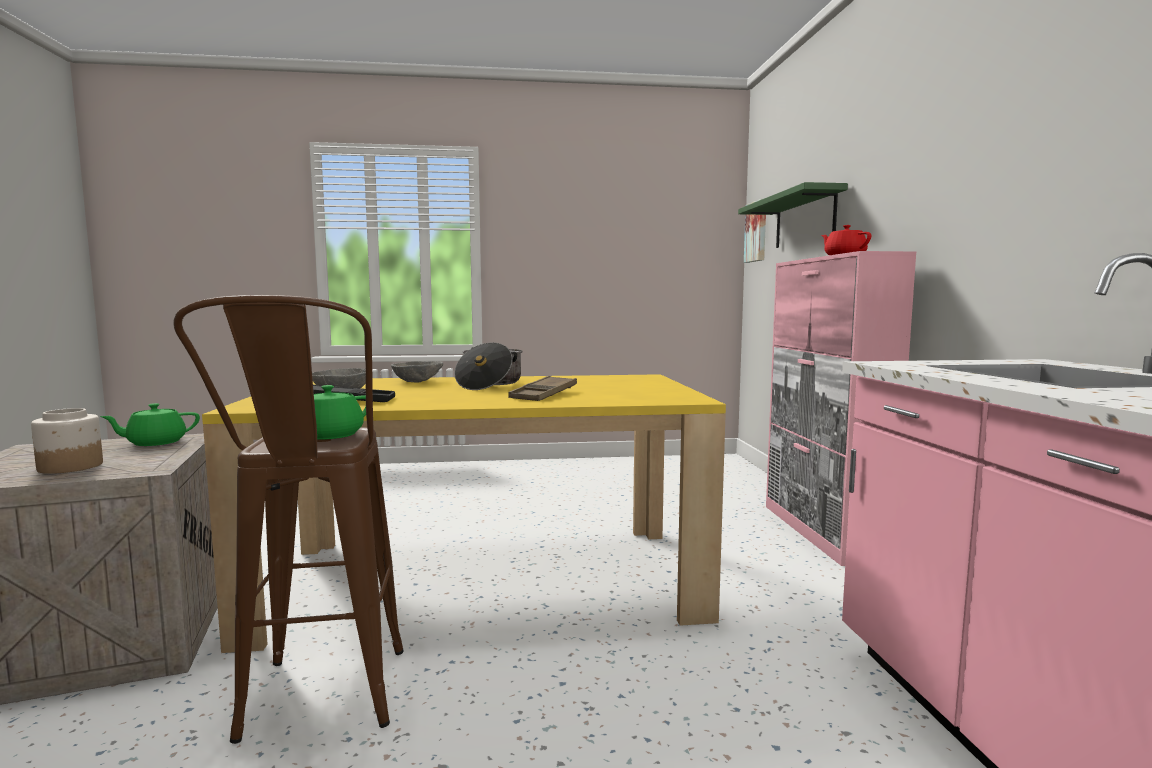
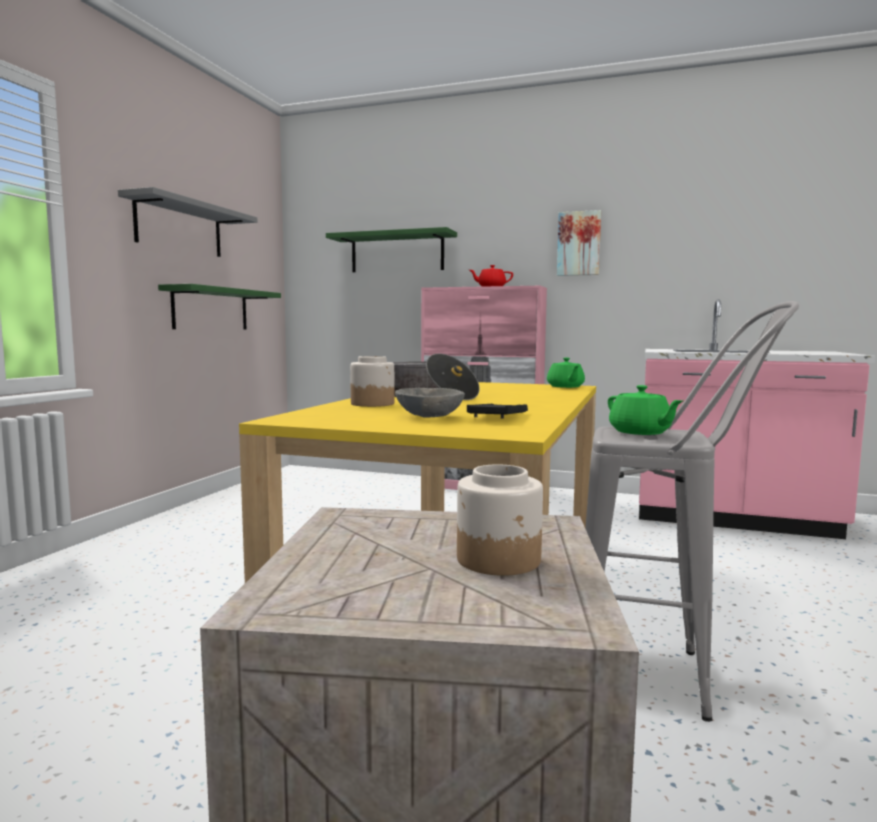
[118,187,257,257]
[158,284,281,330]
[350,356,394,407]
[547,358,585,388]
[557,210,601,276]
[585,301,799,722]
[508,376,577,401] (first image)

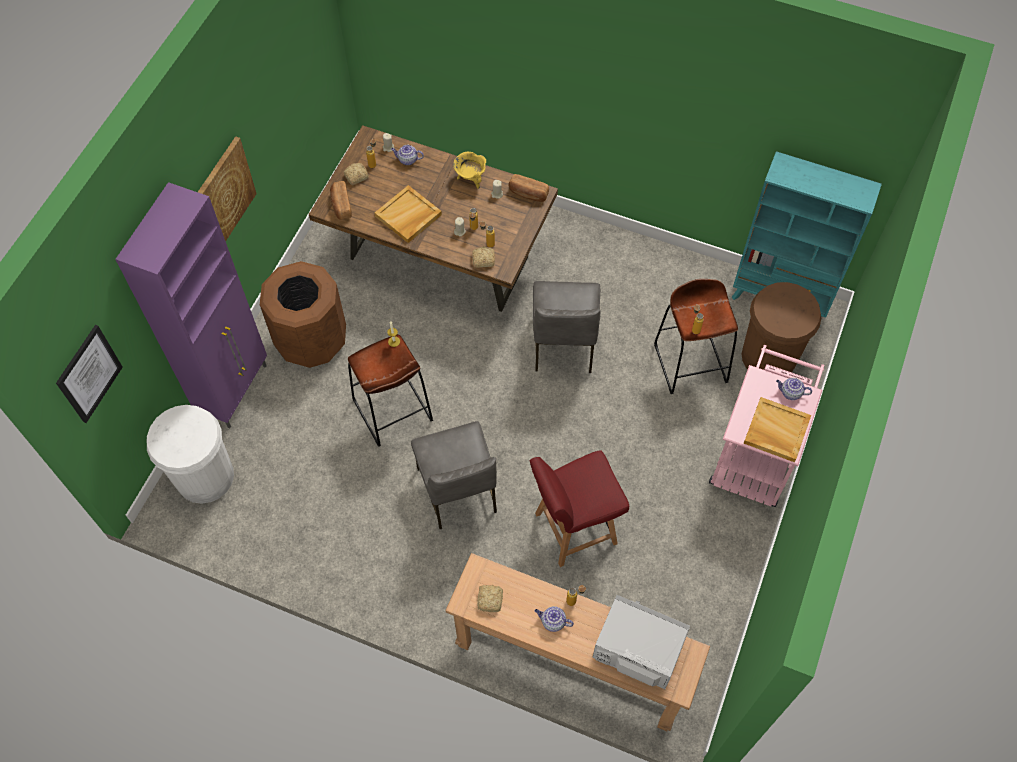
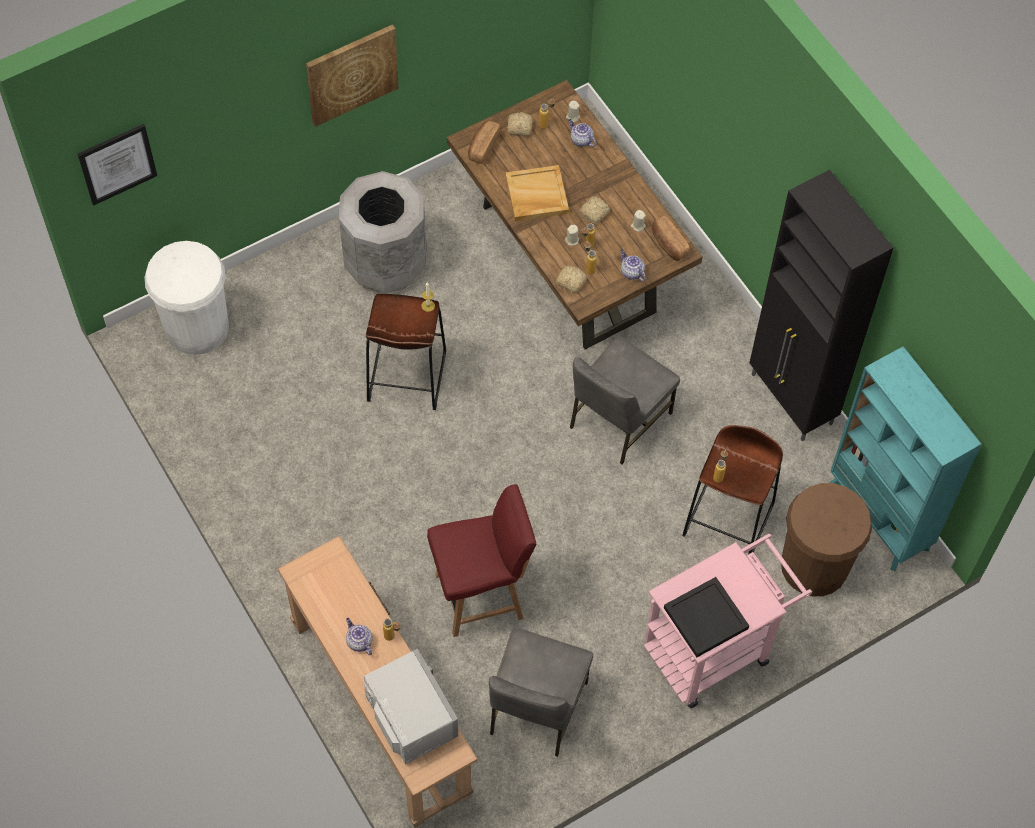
[339,171,426,294]
[427,484,537,637]
[489,627,593,757]
[579,196,610,224]
[620,250,646,282]
[664,577,749,657]
[749,170,894,441]
[115,182,267,428] (first image)
[453,152,486,189] (first image)

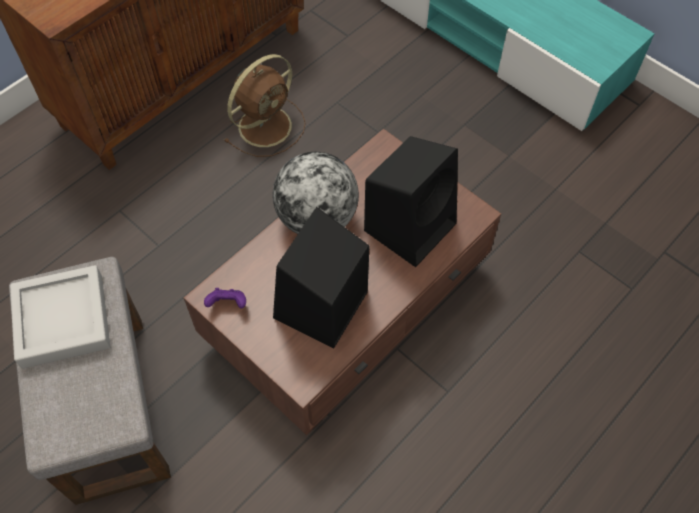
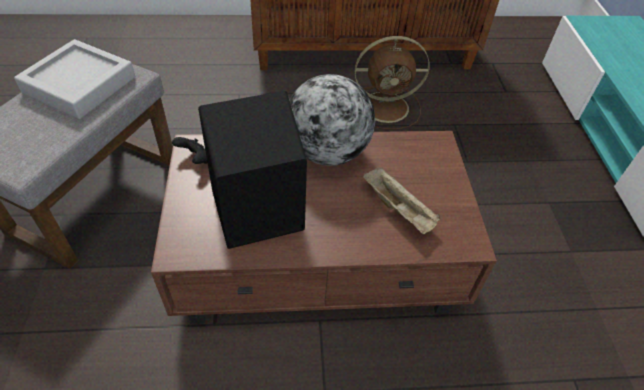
[172,137,207,164]
[363,167,440,234]

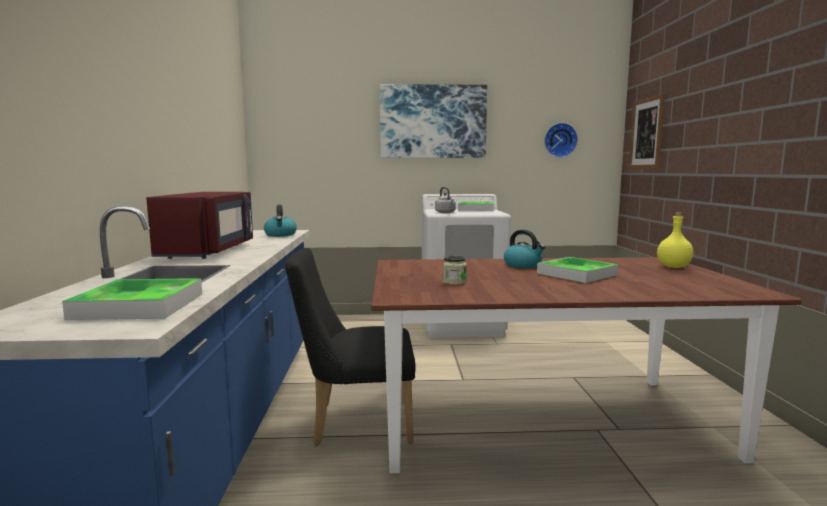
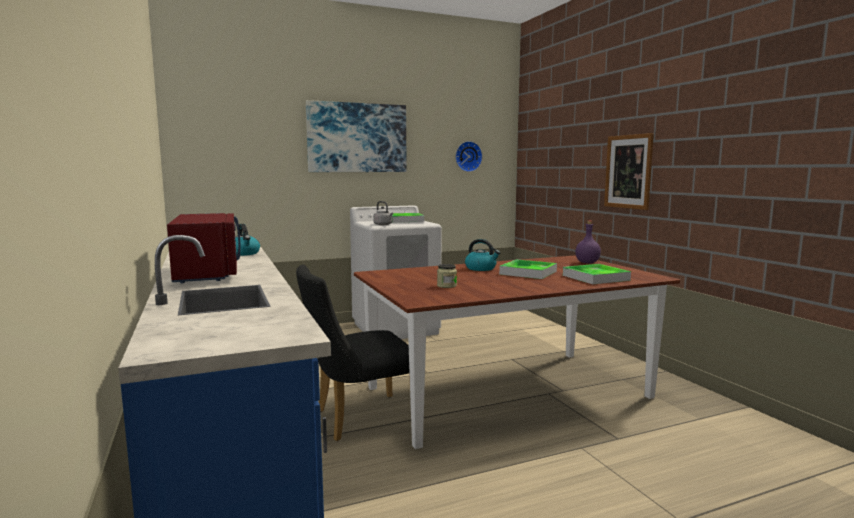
[563,264,631,284]
[575,221,601,263]
[604,133,654,210]

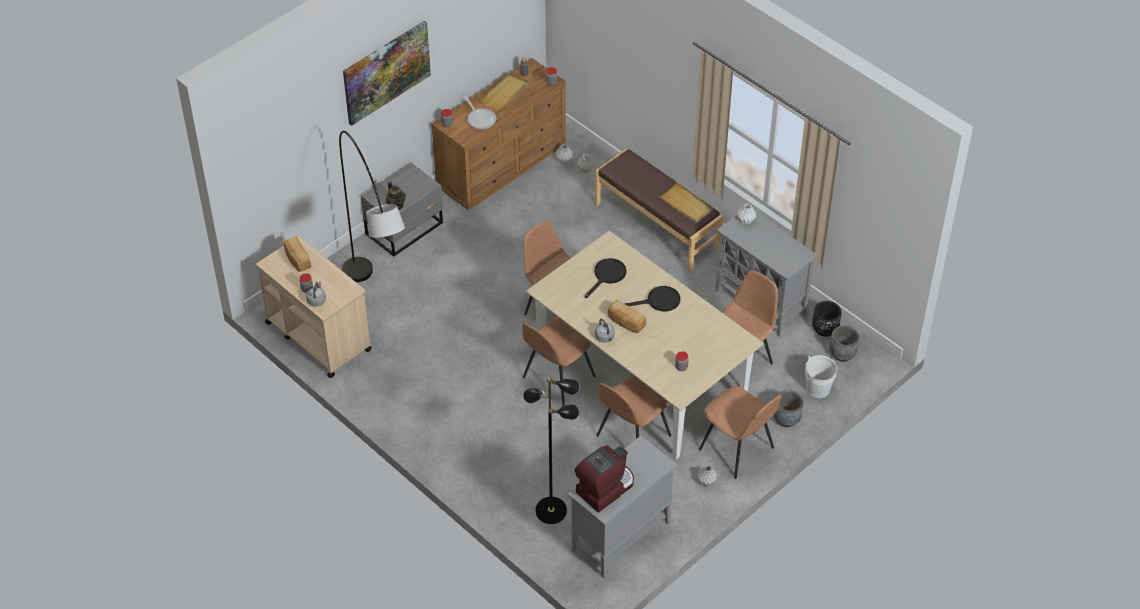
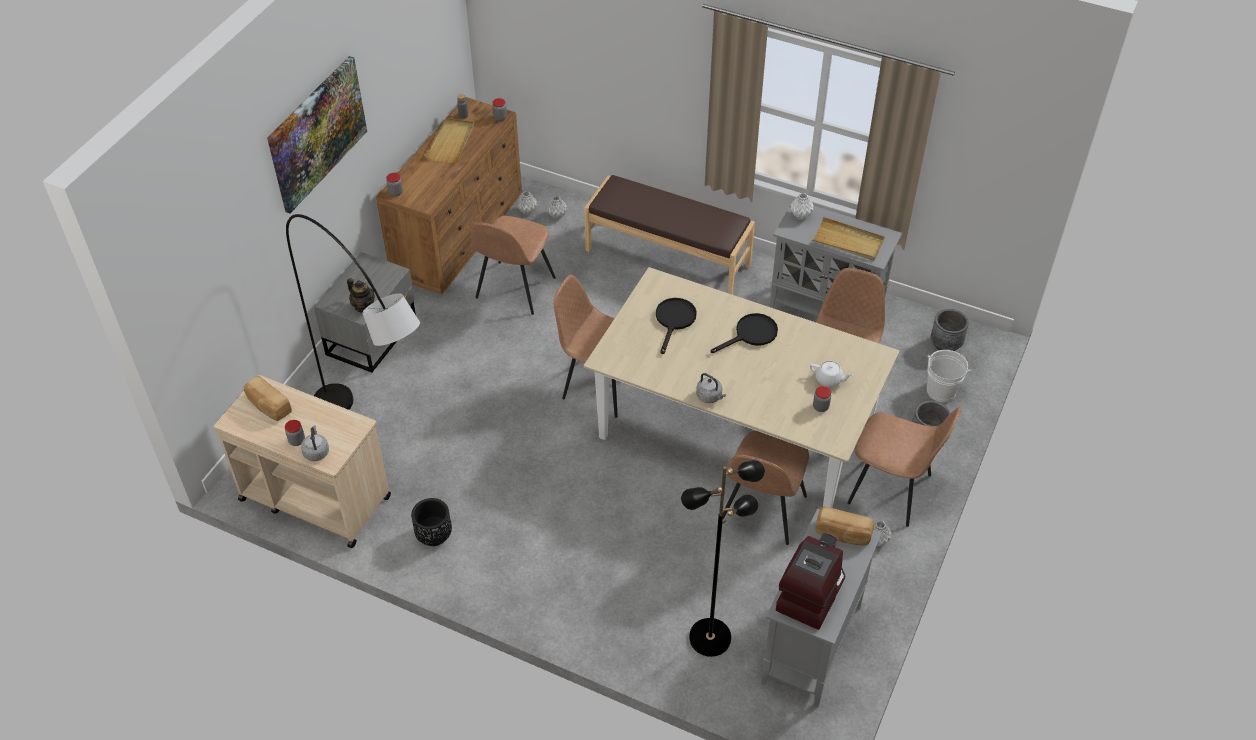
[411,498,452,546]
[471,216,556,315]
[810,361,854,387]
[812,217,885,261]
[815,506,874,546]
[464,96,496,129] (first image)

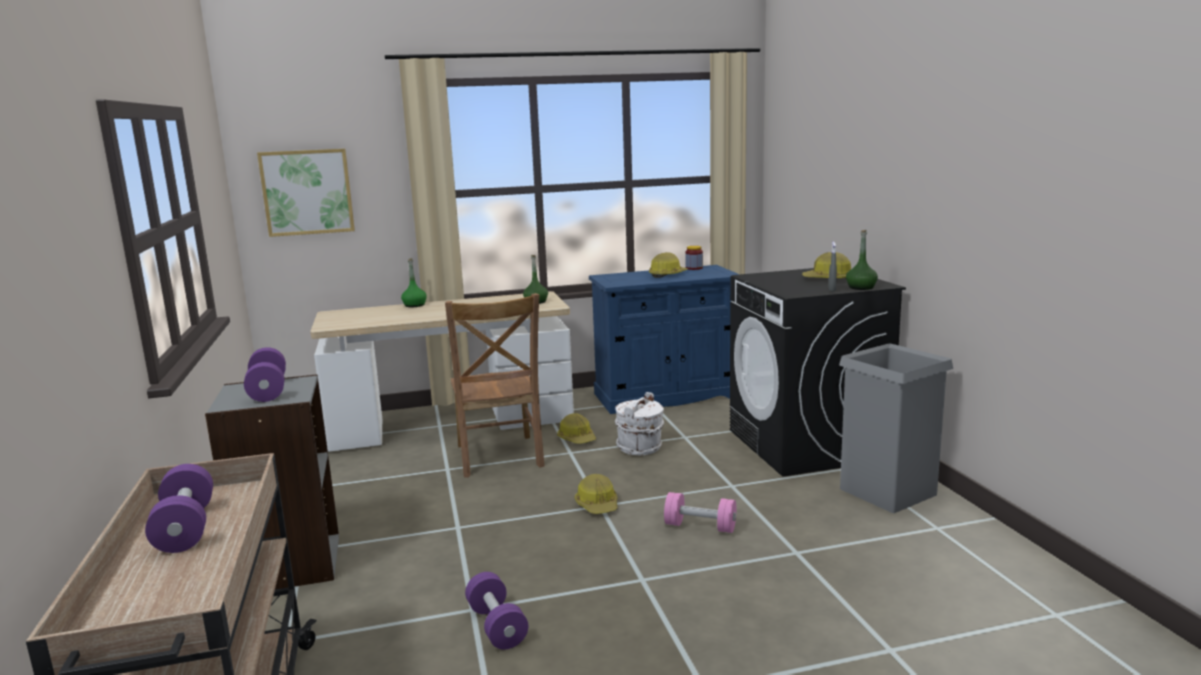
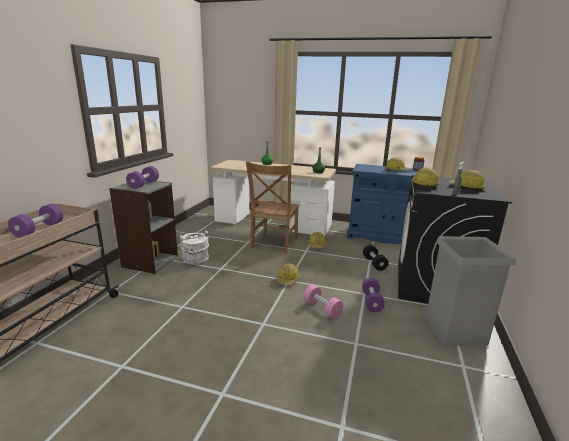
[180,231,209,265]
[362,278,385,312]
[363,245,389,271]
[413,167,440,188]
[257,149,355,237] (first image)
[846,230,878,290] (first image)

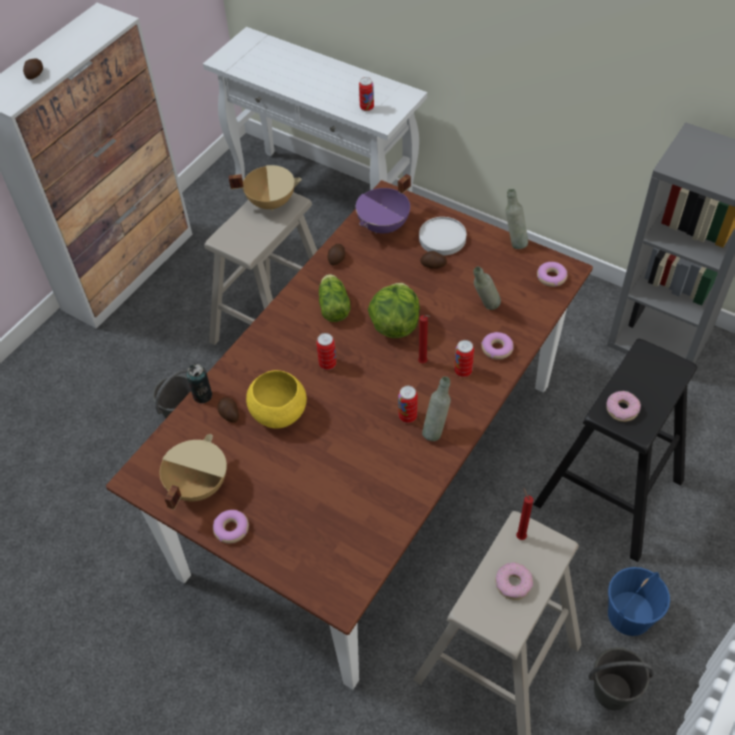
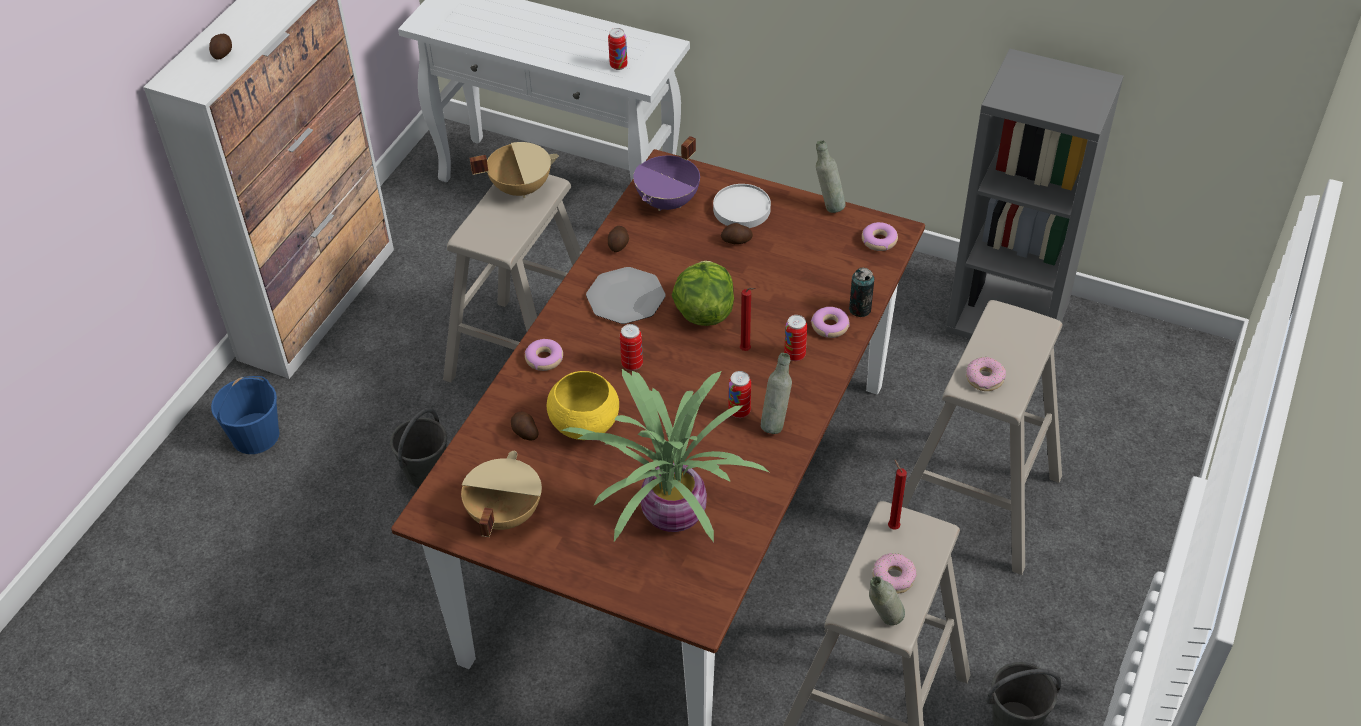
[211,376,279,454]
[525,339,563,371]
[561,369,769,542]
[586,267,666,324]
[849,268,874,317]
[869,576,905,625]
[902,300,1062,575]

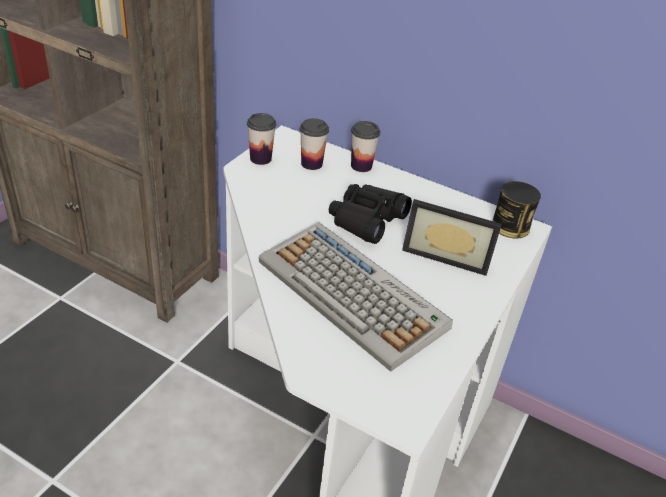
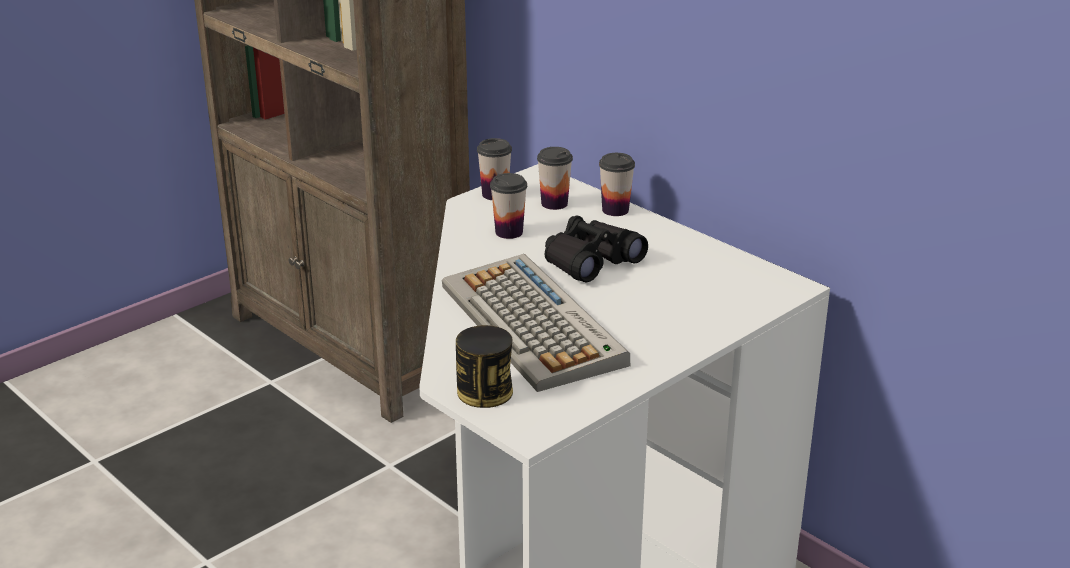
[456,325,513,408]
[490,173,527,239]
[402,199,502,276] (first image)

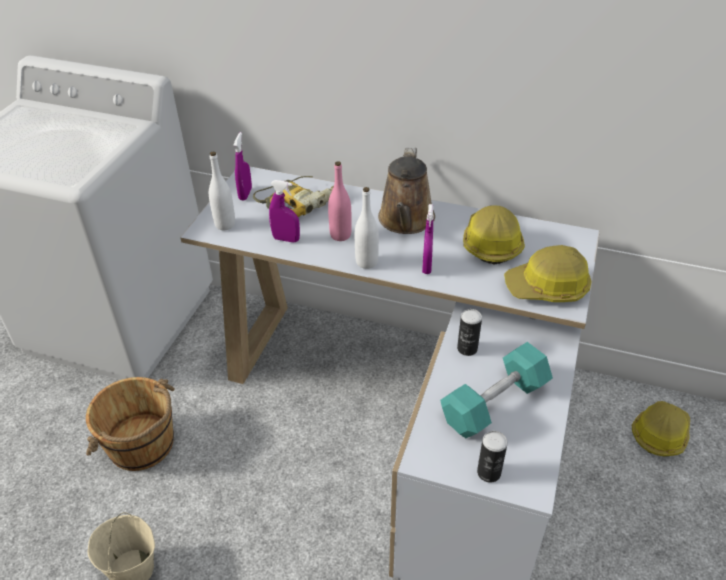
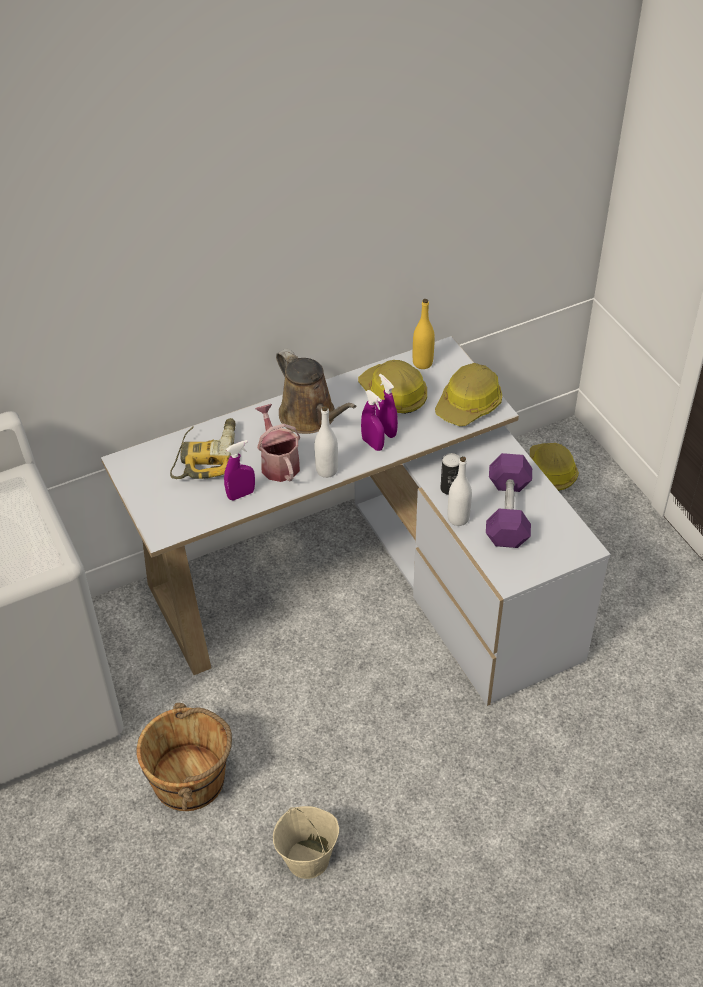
[255,404,301,482]
[375,373,398,438]
[413,299,435,369]
[448,457,472,526]
[486,453,532,548]
[477,431,508,483] (first image)

